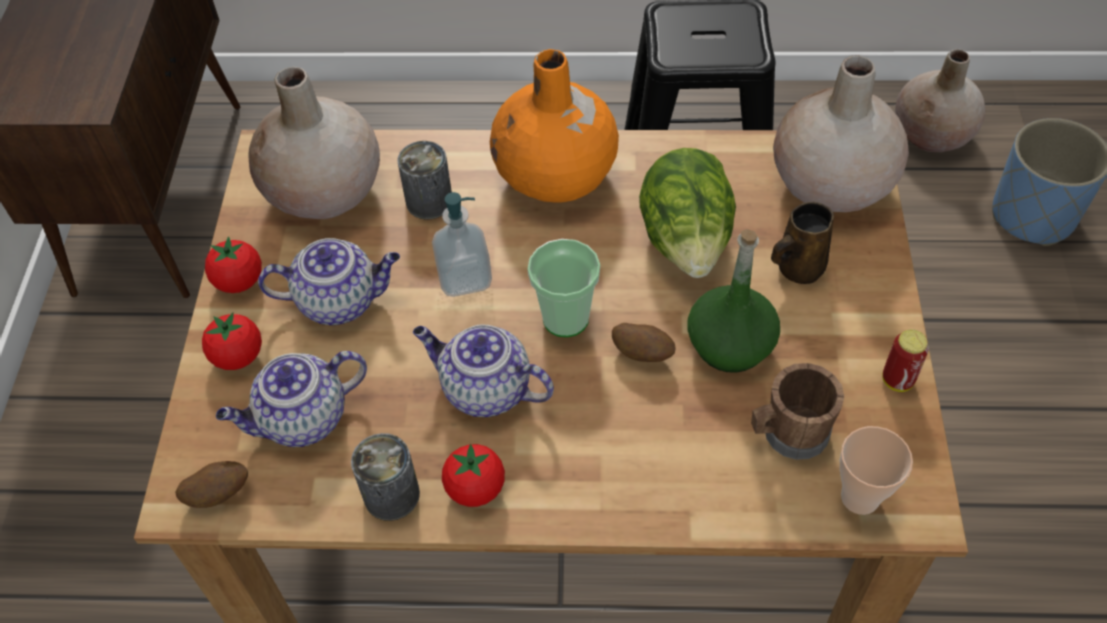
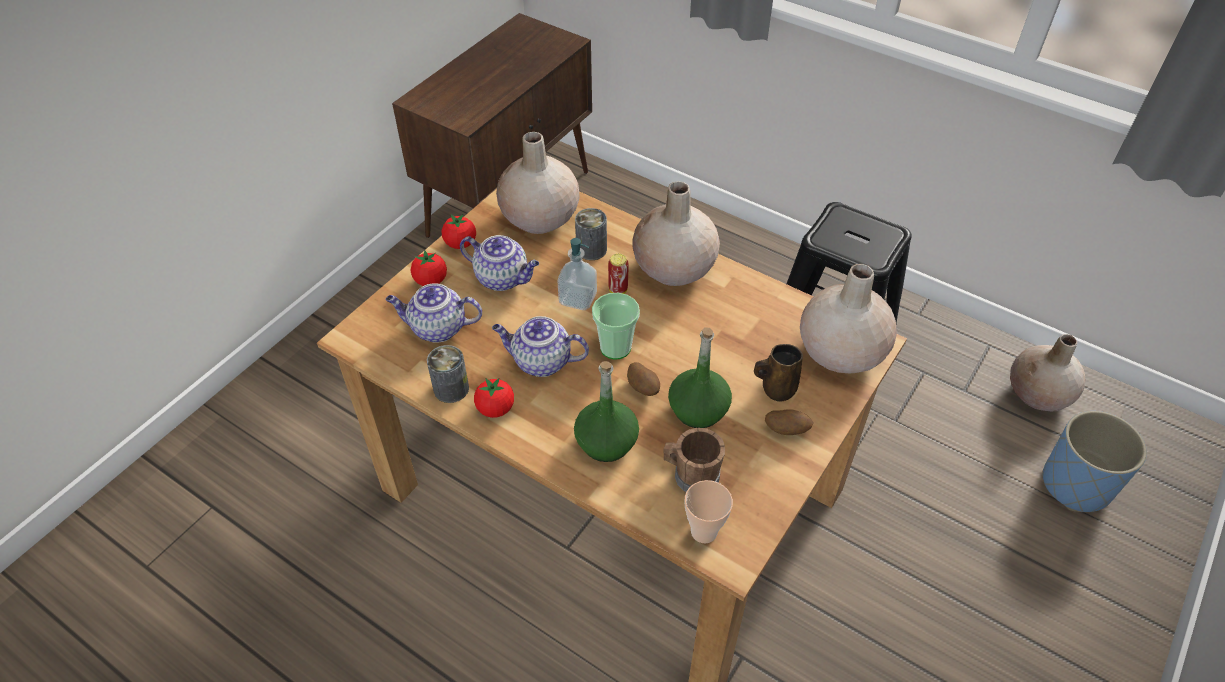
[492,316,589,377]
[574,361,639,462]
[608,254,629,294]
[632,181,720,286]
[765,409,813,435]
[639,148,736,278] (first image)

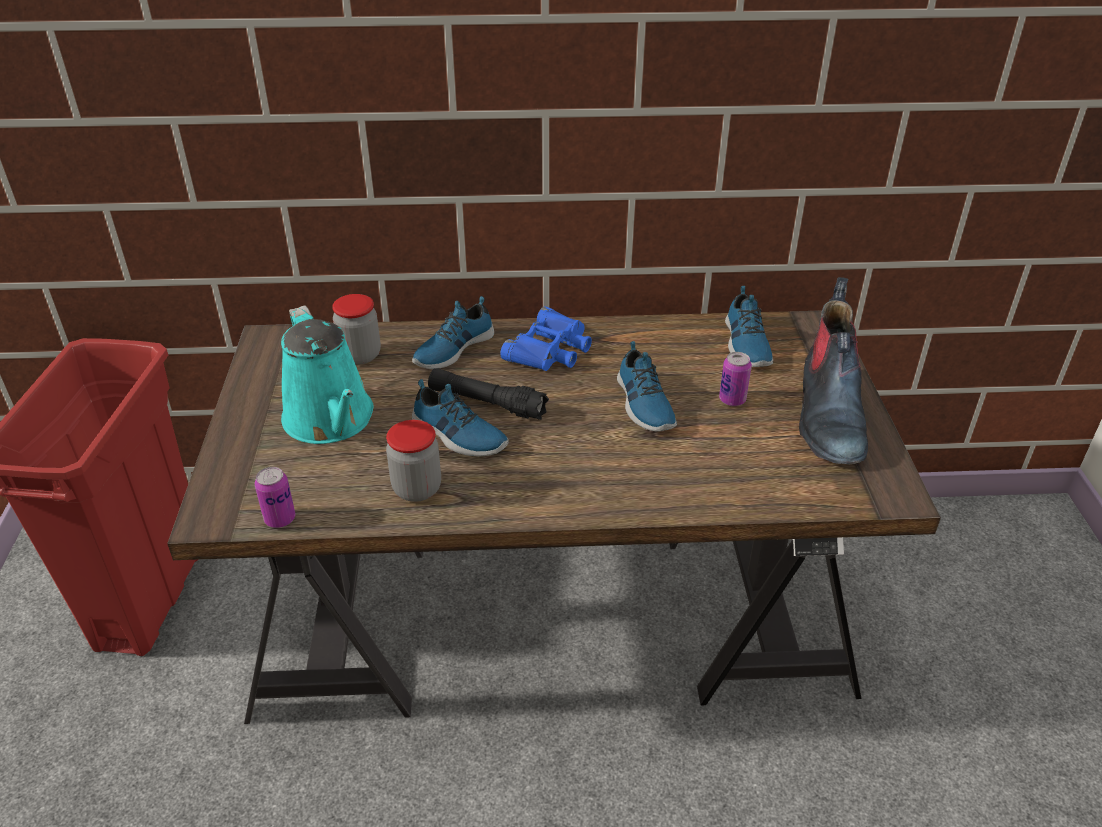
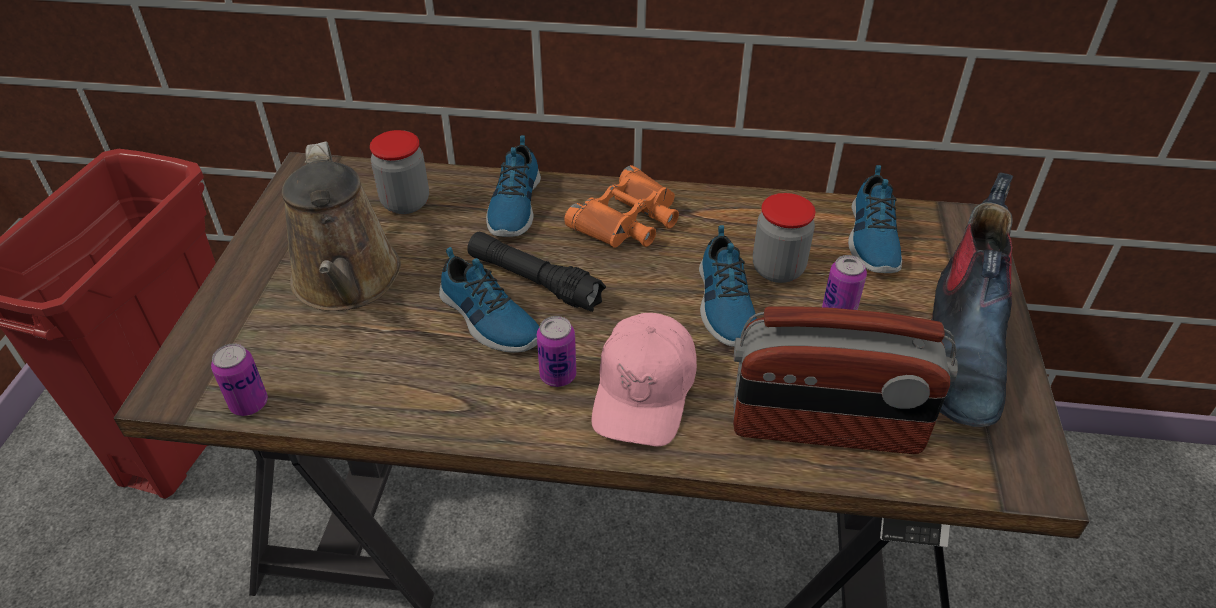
[282,141,401,311]
[486,135,541,237]
[537,316,576,387]
[564,165,679,248]
[591,313,697,447]
[733,307,958,454]
[753,193,816,283]

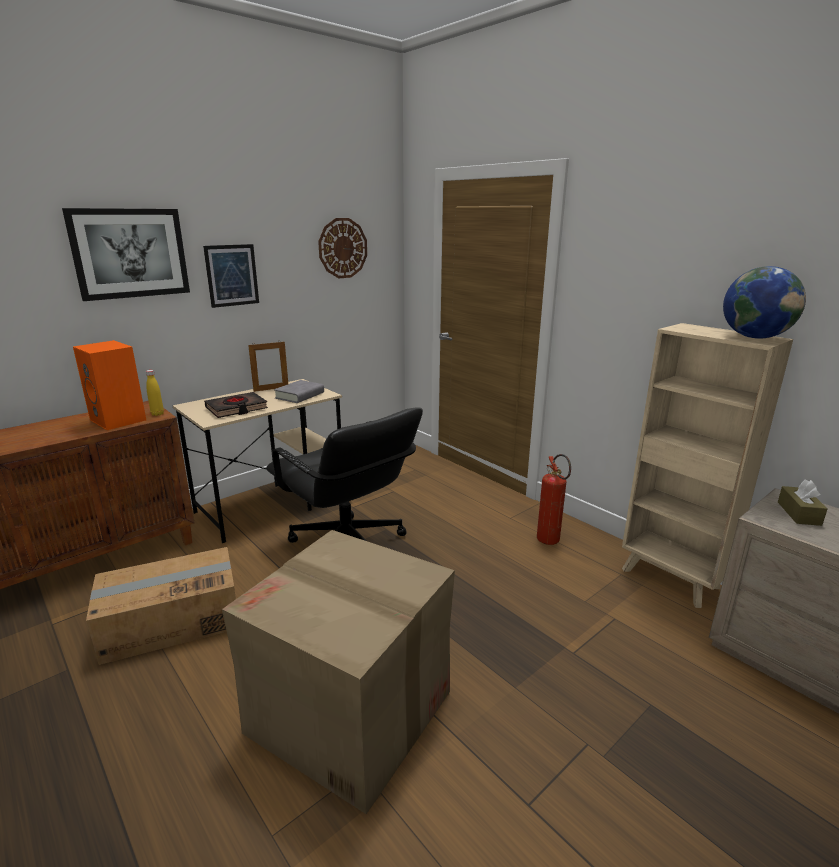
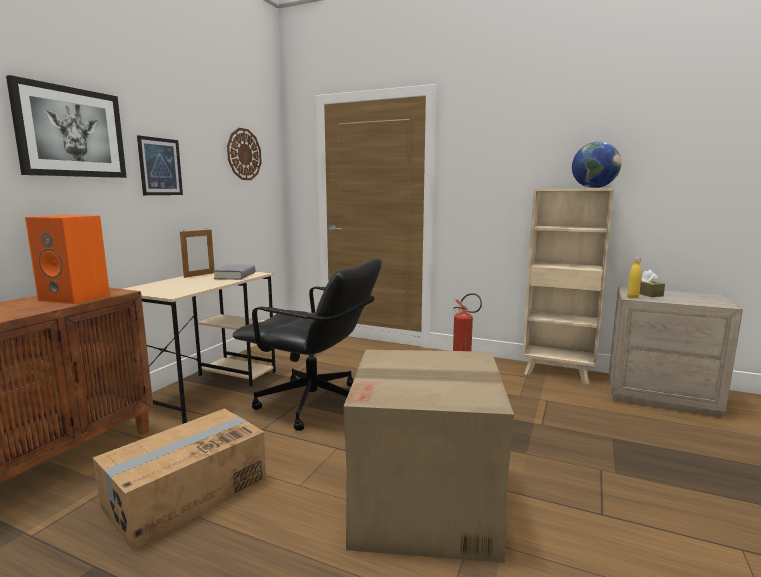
[627,257,641,298]
[204,392,268,418] (first image)

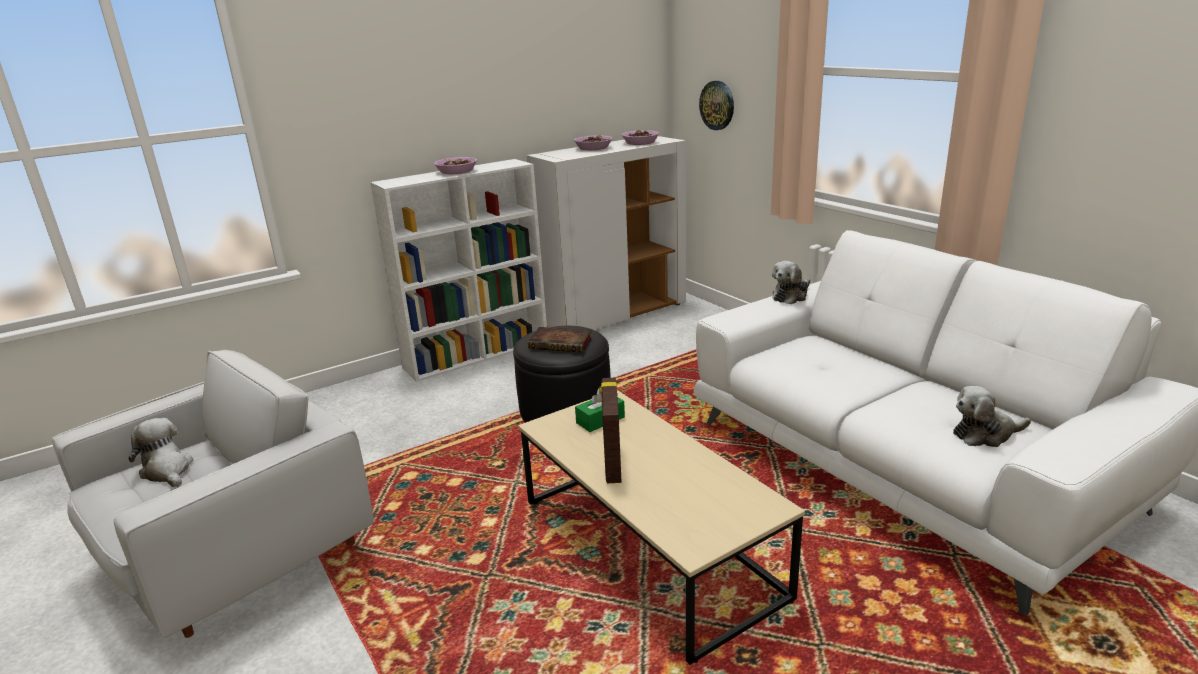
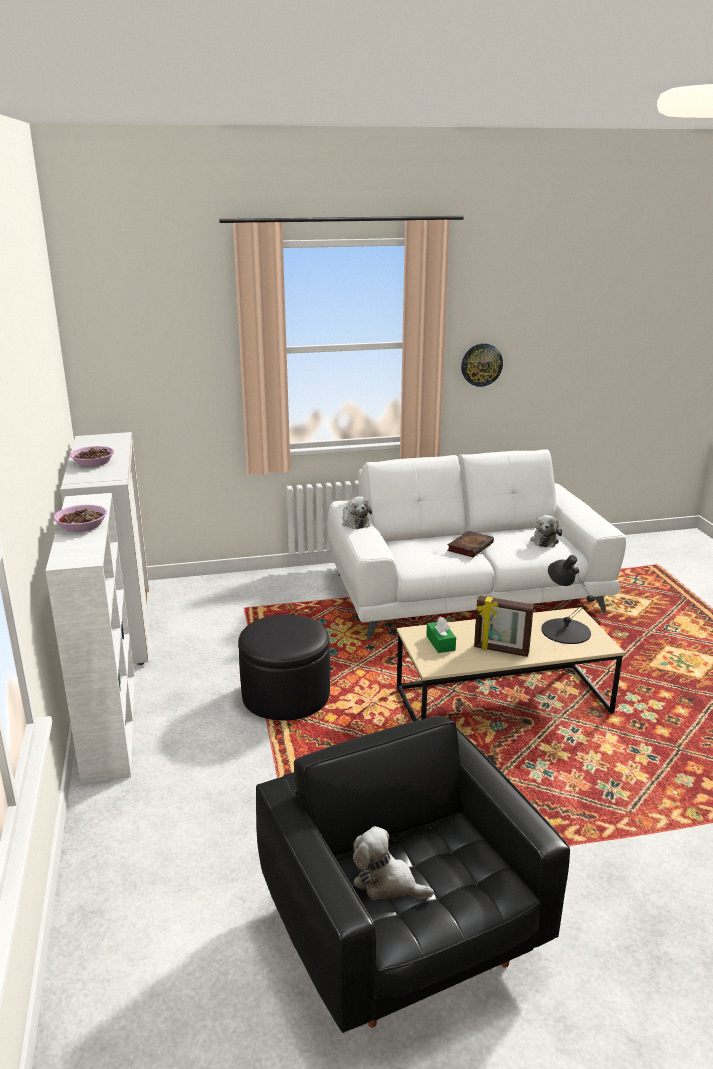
[256,716,570,1033]
[353,826,434,899]
[447,531,494,557]
[461,343,503,387]
[541,555,595,644]
[621,130,659,145] (first image)

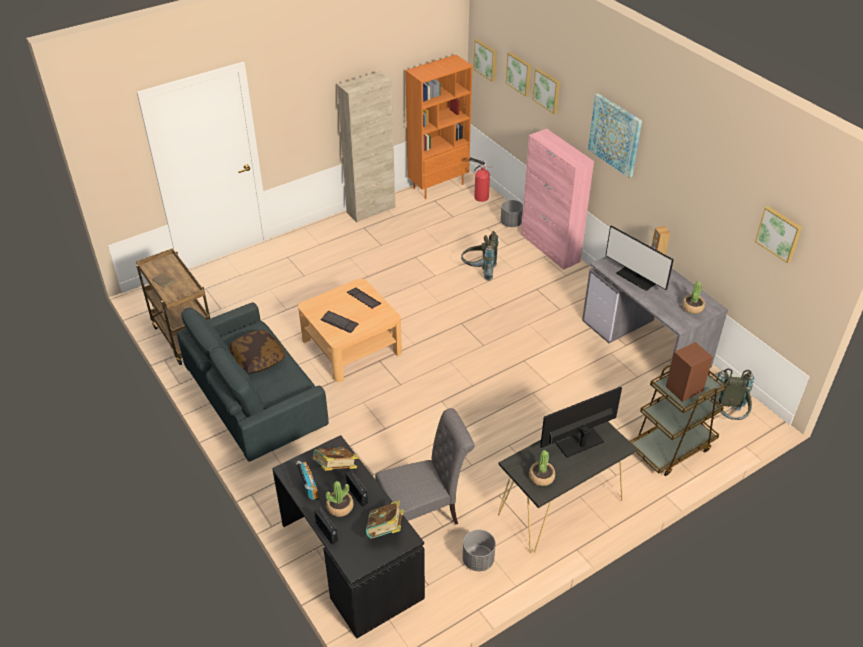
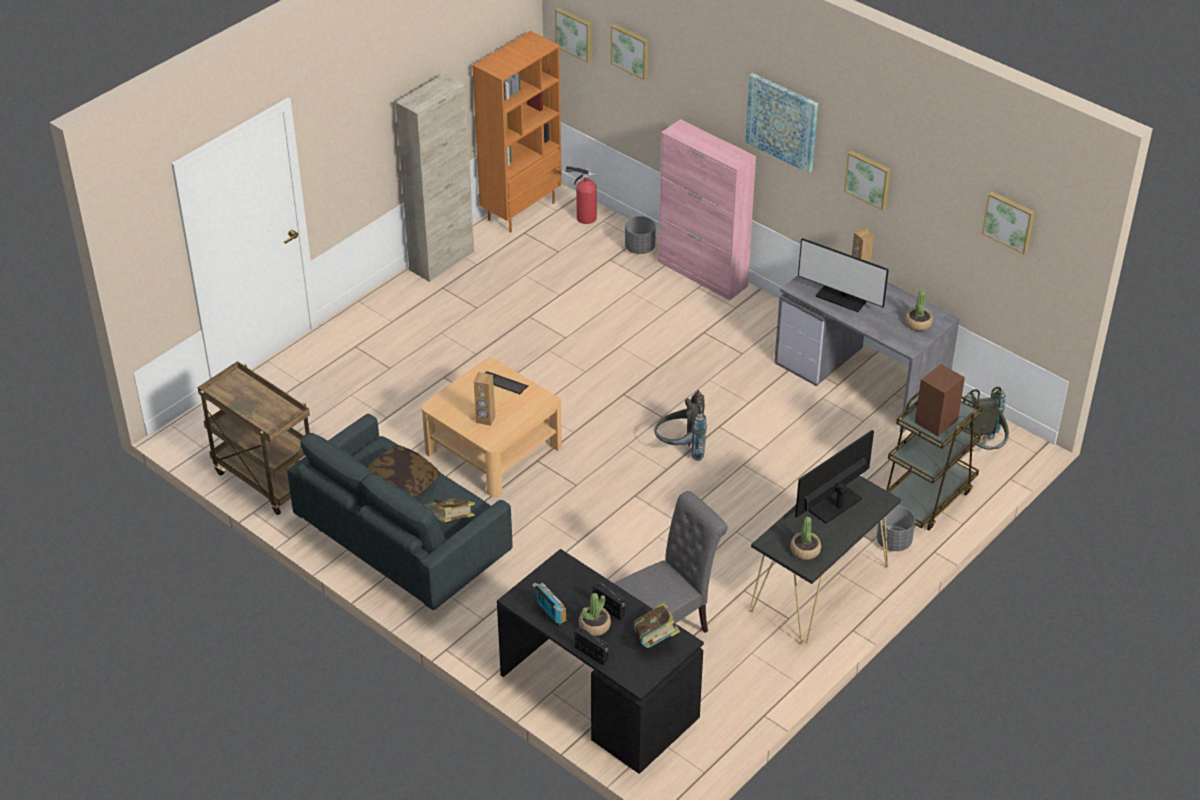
[424,498,475,522]
[474,372,495,426]
[654,390,707,461]
[844,150,891,211]
[877,506,915,551]

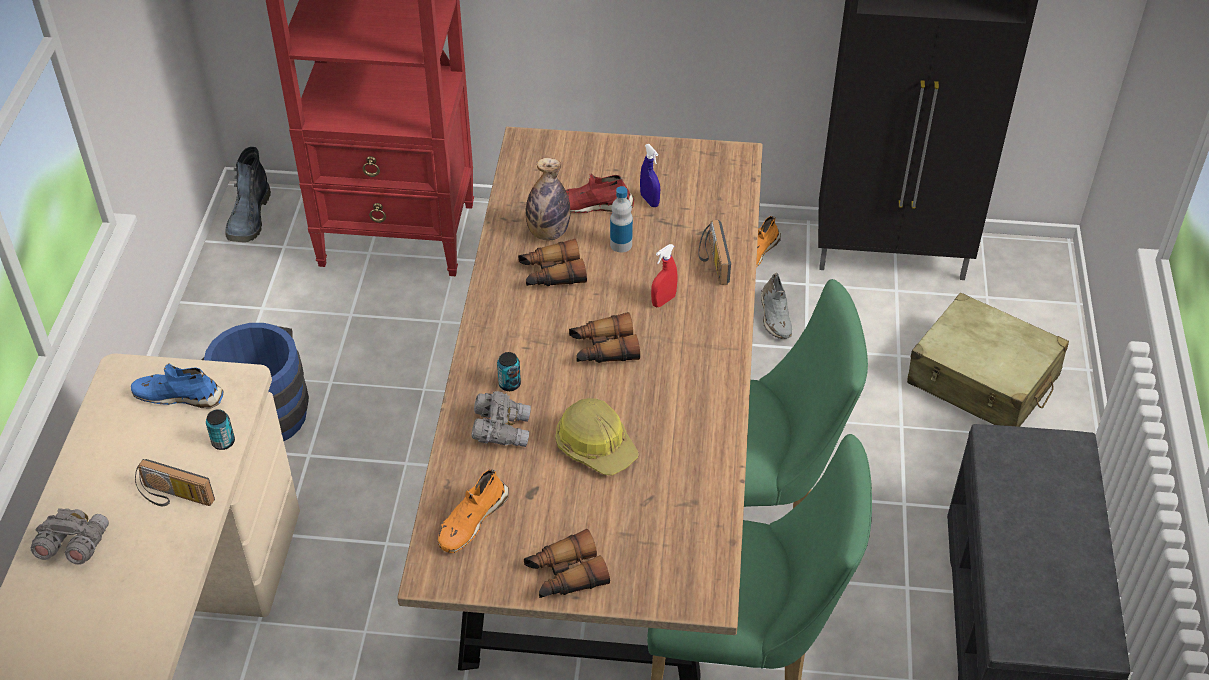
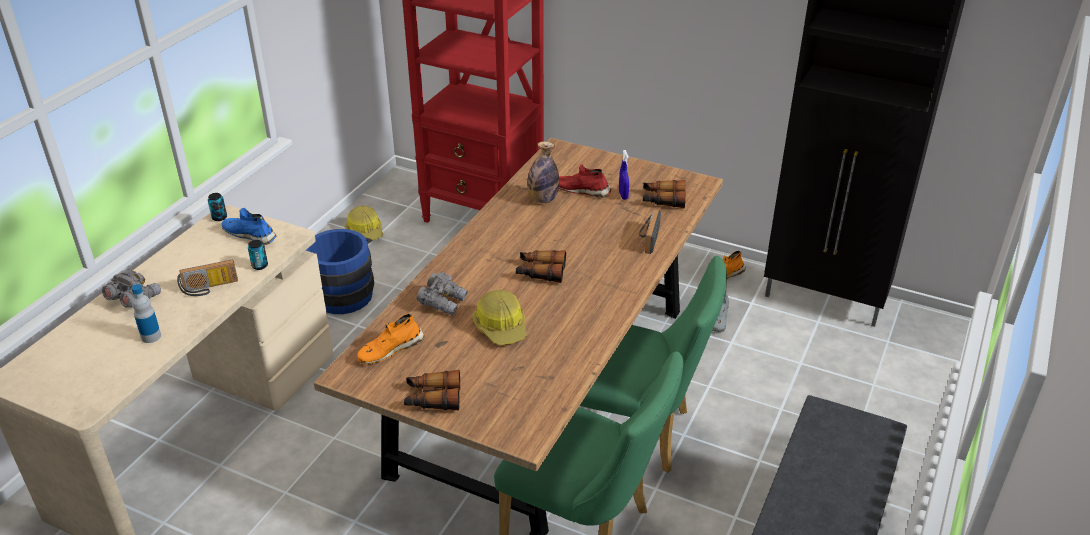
[131,284,161,343]
[177,260,238,296]
[208,193,227,221]
[345,206,383,241]
[643,180,686,209]
[225,147,271,242] (first image)
[651,244,678,308] (first image)
[907,293,1069,427] (first image)

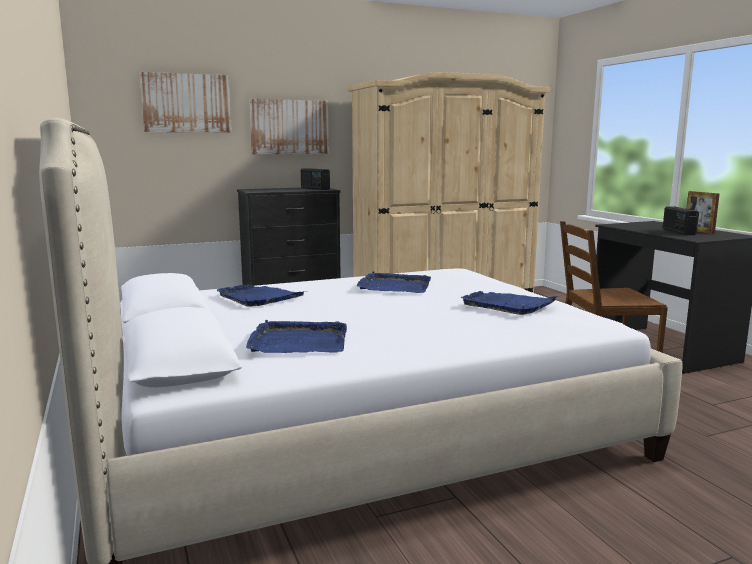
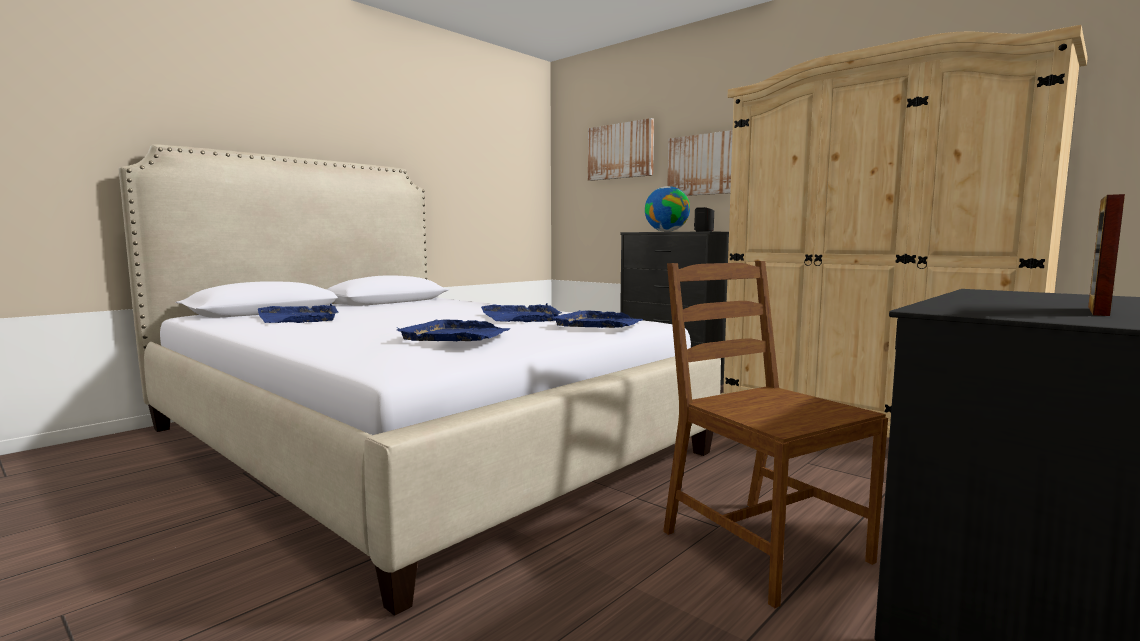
[551,310,643,328]
[645,186,690,232]
[663,206,699,235] (first image)

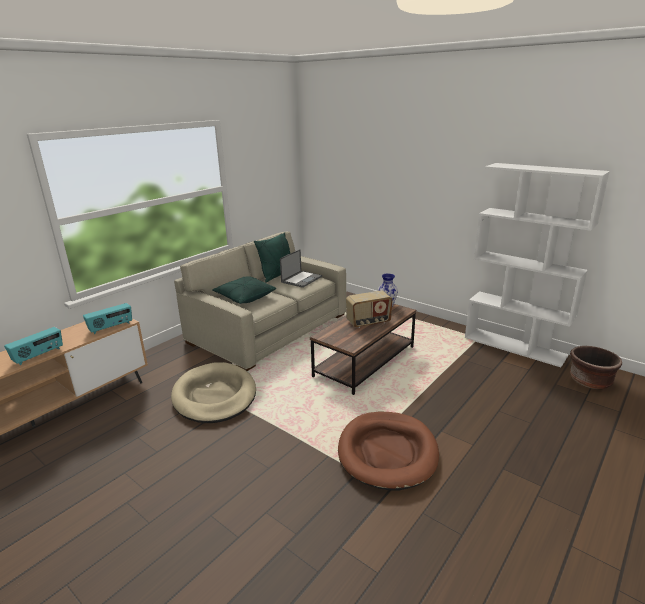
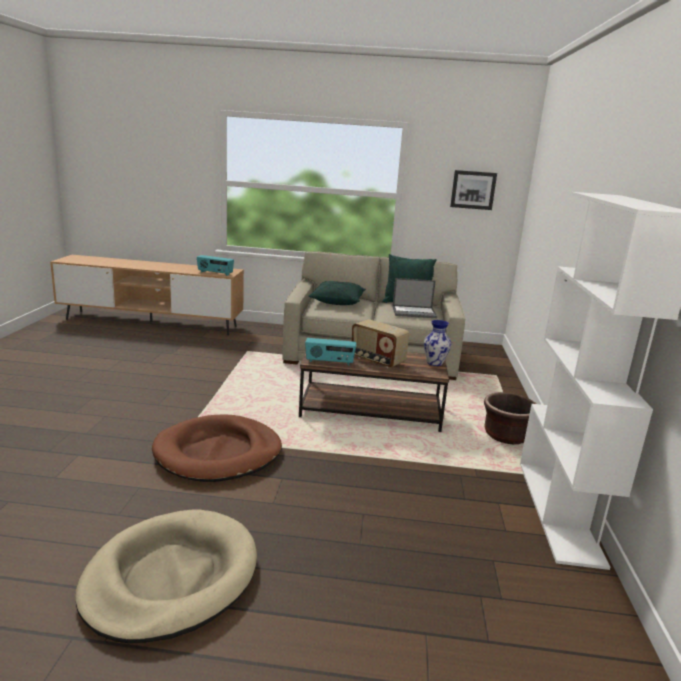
[75,510,257,643]
[305,338,357,366]
[450,170,497,210]
[484,392,536,444]

